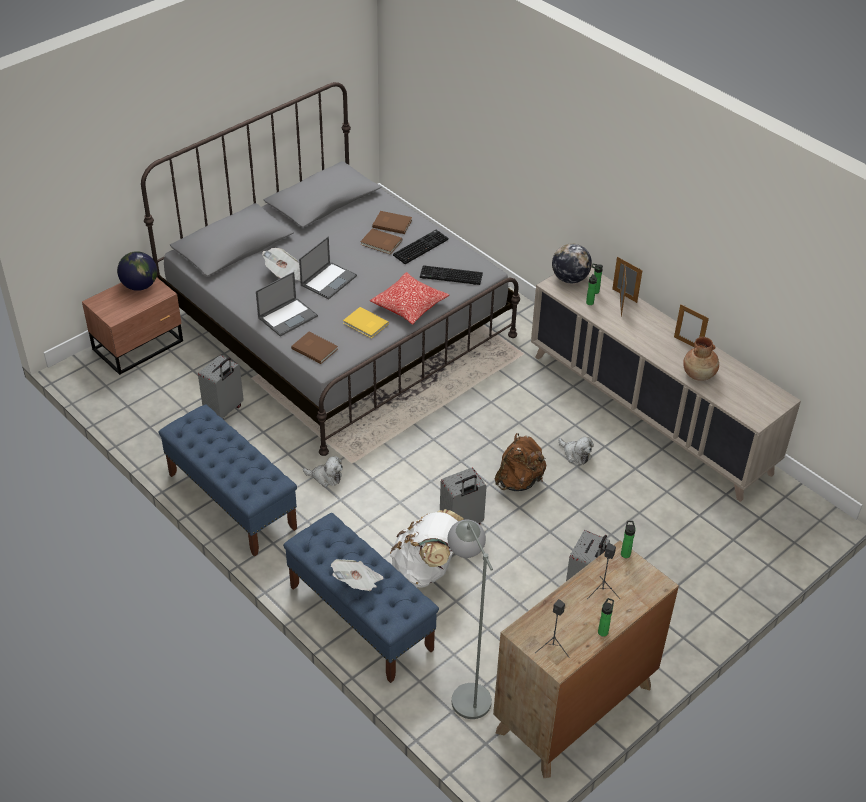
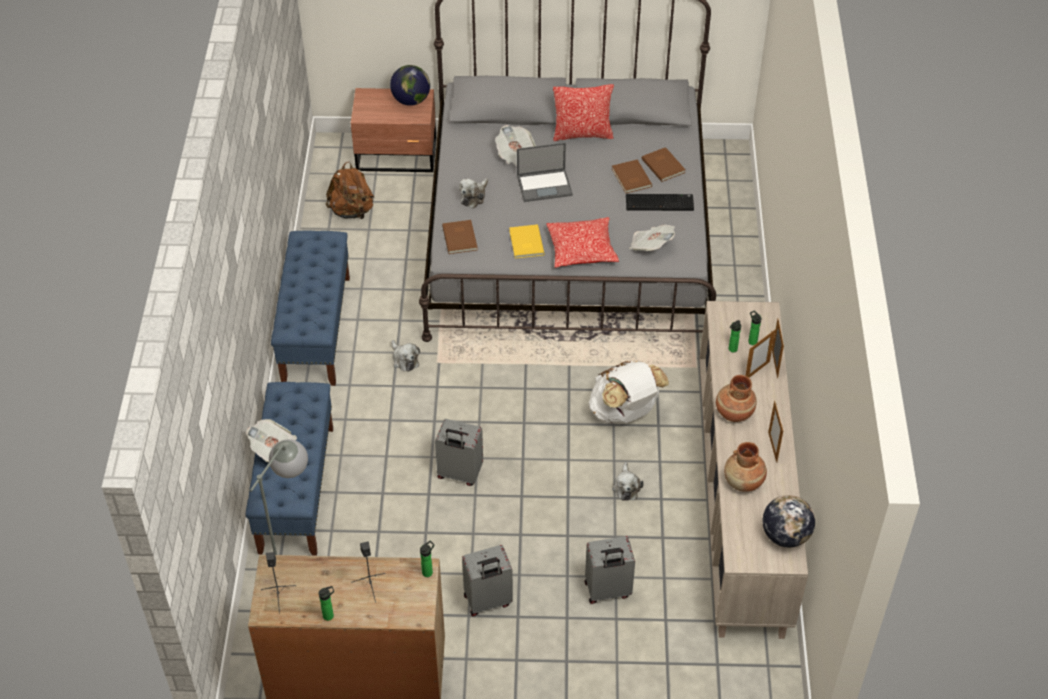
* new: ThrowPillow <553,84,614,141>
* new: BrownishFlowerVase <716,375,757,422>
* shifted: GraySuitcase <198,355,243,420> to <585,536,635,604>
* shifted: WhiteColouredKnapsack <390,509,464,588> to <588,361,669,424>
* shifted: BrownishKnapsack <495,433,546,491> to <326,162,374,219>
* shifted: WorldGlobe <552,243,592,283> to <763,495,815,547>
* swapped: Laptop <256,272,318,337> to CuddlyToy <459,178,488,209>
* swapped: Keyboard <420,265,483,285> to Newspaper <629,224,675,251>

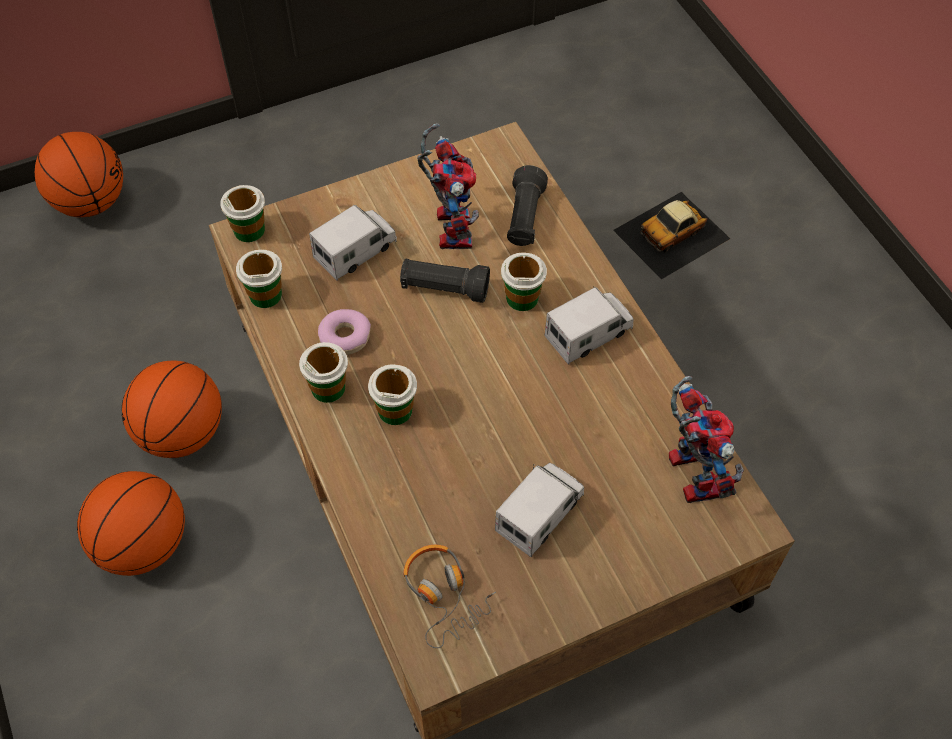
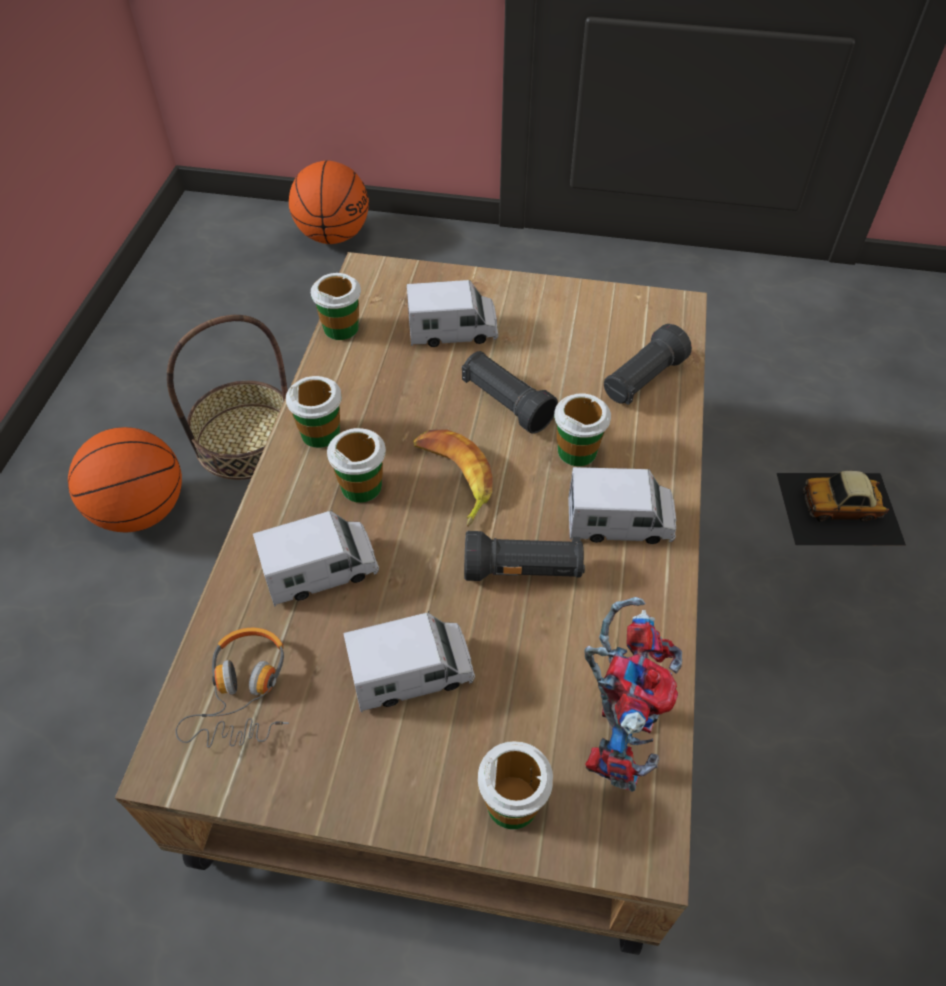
* gone: RingDoughnut <318,309,371,355>
* gone: ModelRobot <417,123,479,250>
* new: ModelTruck <253,510,379,606>
* new: Banana <413,429,493,527>
* new: BlackishFlashlight <464,531,585,581>
* shifted: DrinkingCup <220,185,265,242> to <478,741,553,829>
* swapped: BallForBasketball <122,361,222,458> to StorageBasket <167,315,288,480>

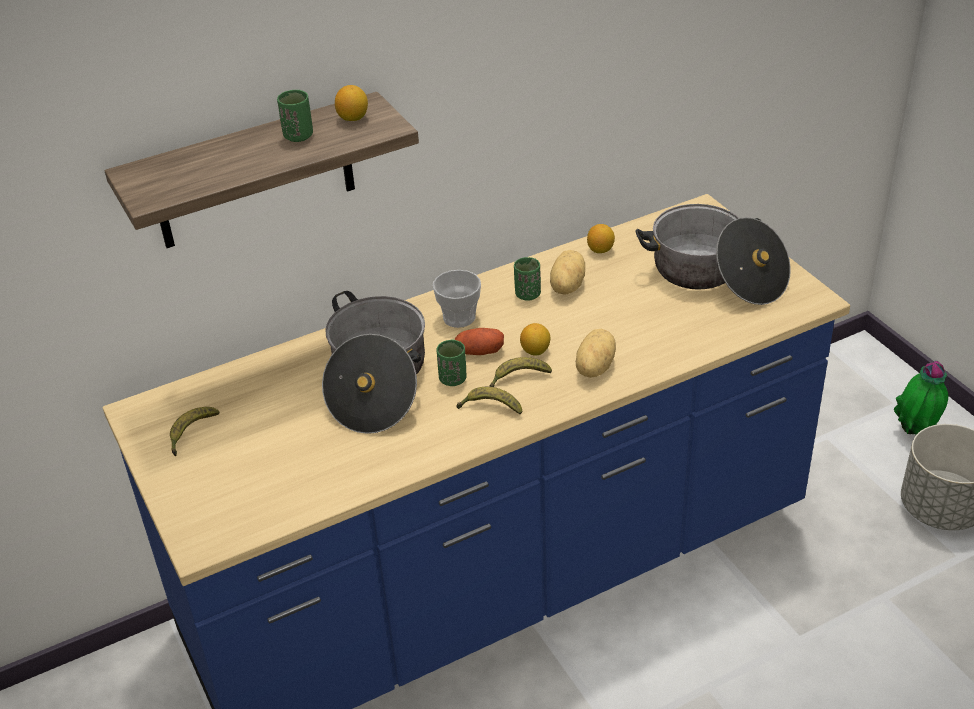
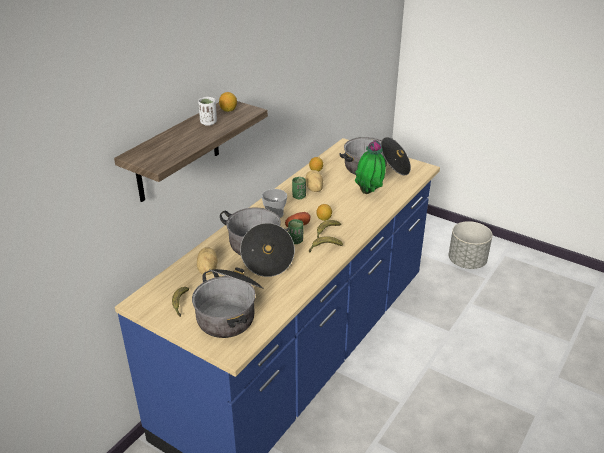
* new: Stockpot <192,267,264,338>
* shifted: Spud <576,329,616,378> to <197,248,218,275>
* shifted: PlantInAPot <894,361,948,435> to <355,140,386,194>
* repainted: GreenDrinkingCup <277,90,313,142> to WhiteColouredDrinkingCup <198,97,217,126>

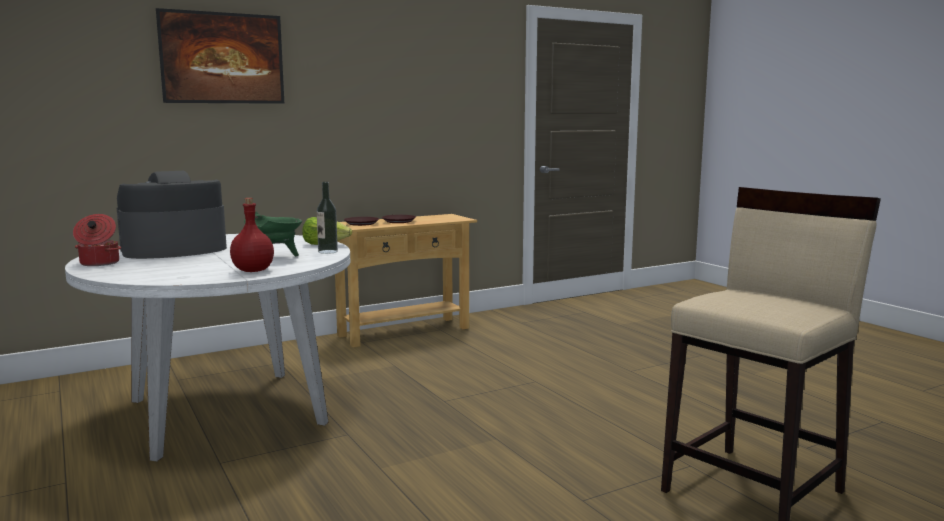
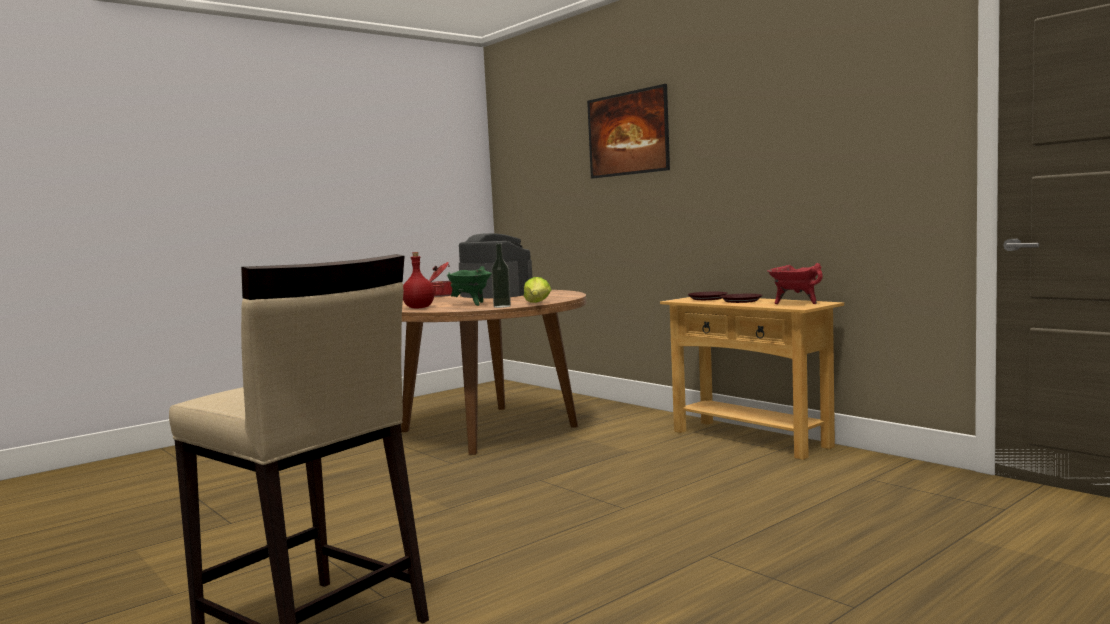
* new: ReddishStockpot <767,263,823,304>
* repainted: WhiteColouredKitchenTable <65,234,350,461> to BrownishKitchenTable <401,290,586,455>

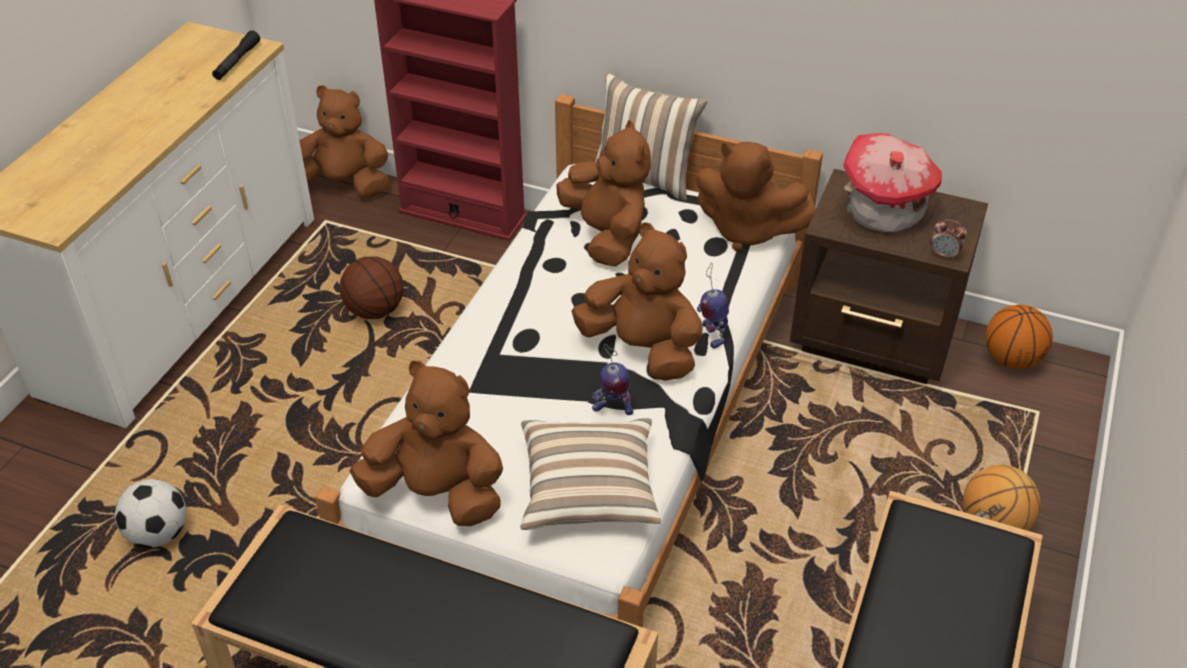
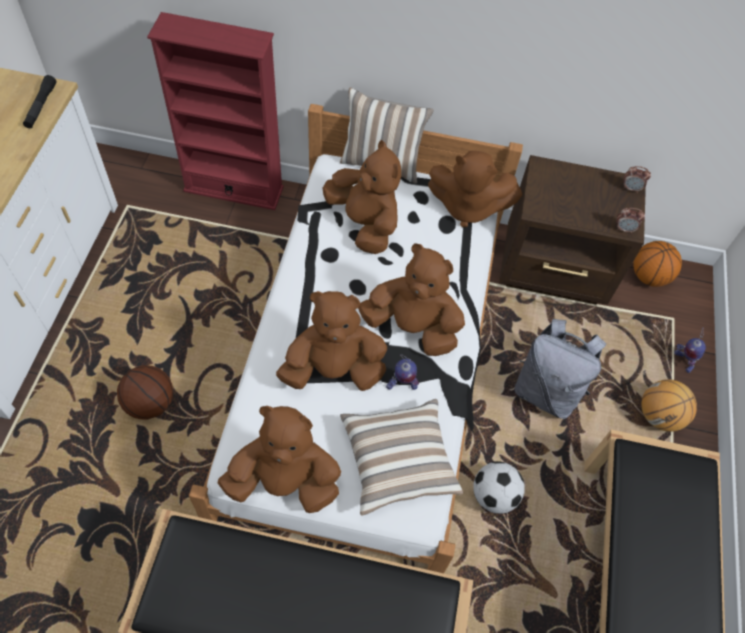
* gone: ModelHouse <843,133,942,232>
* new: GrayKnapsack <515,319,606,419>
* new: TableClock <623,166,651,193>
* shifted: Football <115,479,186,548> to <473,462,525,514>
* shifted: BrownishCuddlyToy <299,85,389,198> to <276,291,387,391>
* shifted: BallForBasketball <339,256,404,319> to <117,365,173,420>
* shifted: ModelRobot <697,262,729,348> to <674,327,706,373>

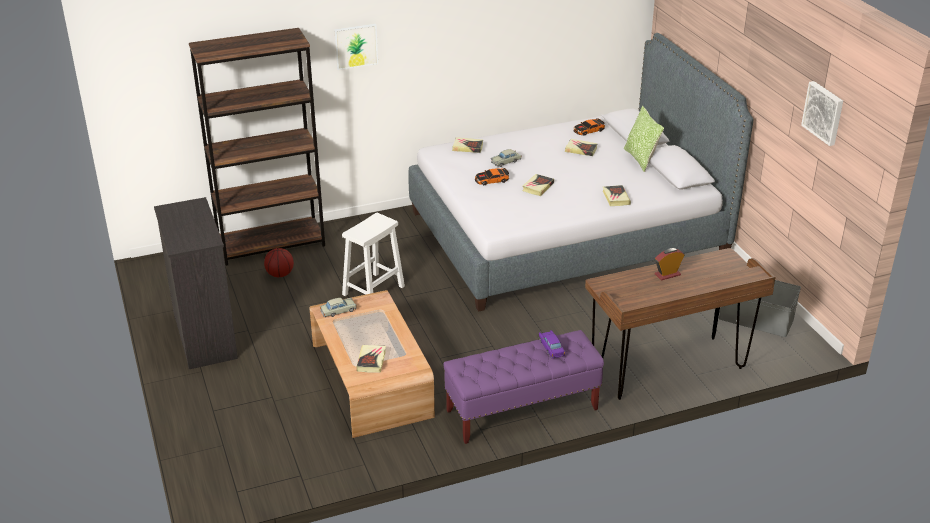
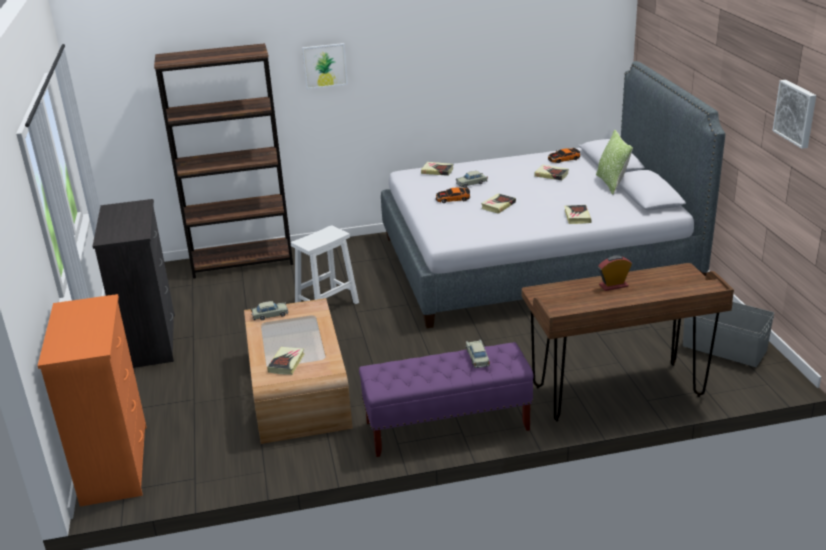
* gone: BallForBasketball <264,248,294,277>
* new: OrangeyDresser <38,294,147,507>
* repainted: PurplishToyCar <539,330,565,358> to BeigeColouredToyCar <466,340,490,368>

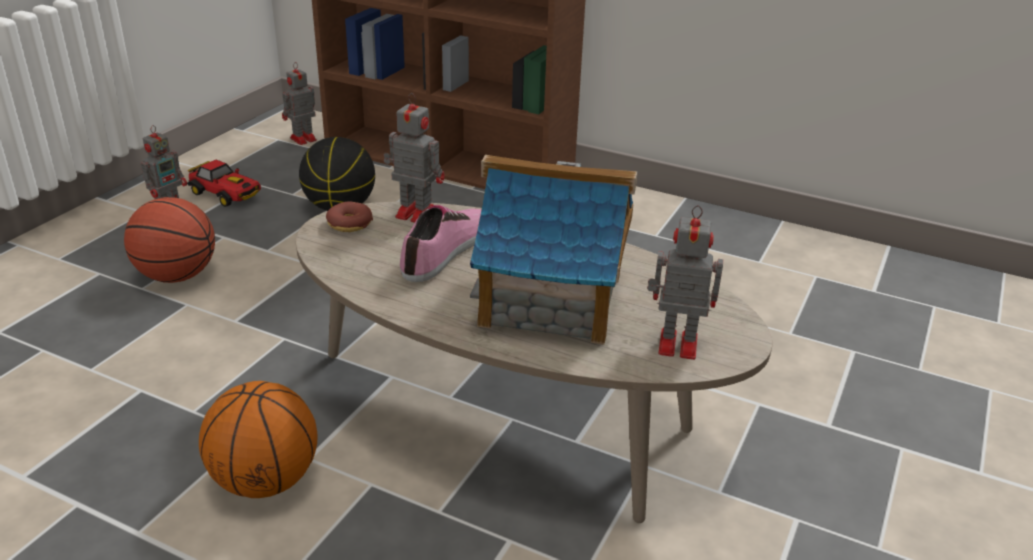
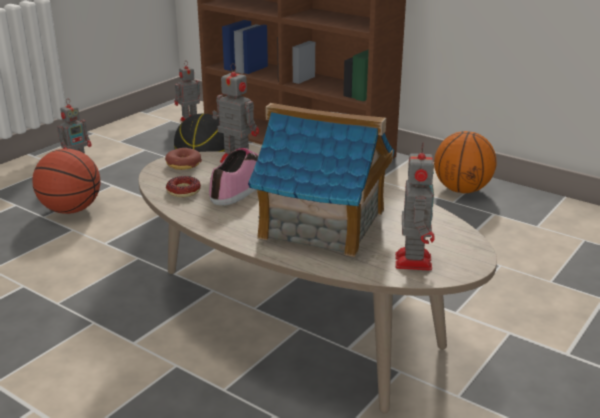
* gone: ToyCar <187,160,261,207>
* new: RingDoughnut <166,176,201,197>
* shifted: BallForBasketball <199,381,318,498> to <434,131,497,193>
* rotated: ModelRobot <647,205,723,360> = <395,142,435,271> 75 degrees clockwise

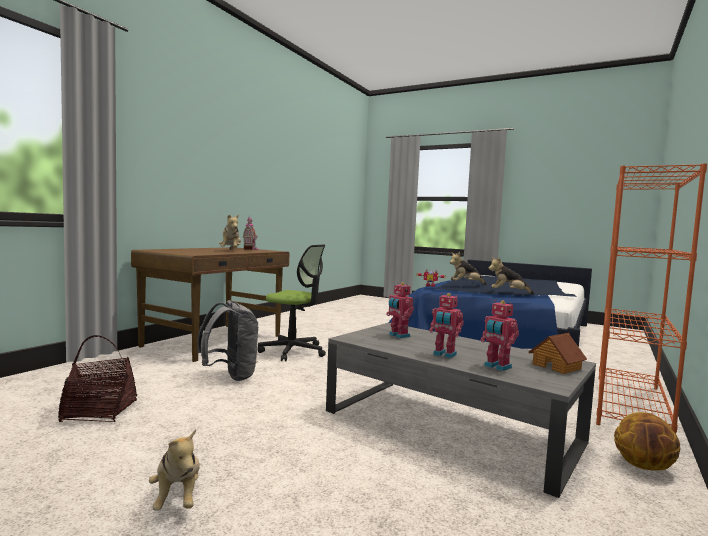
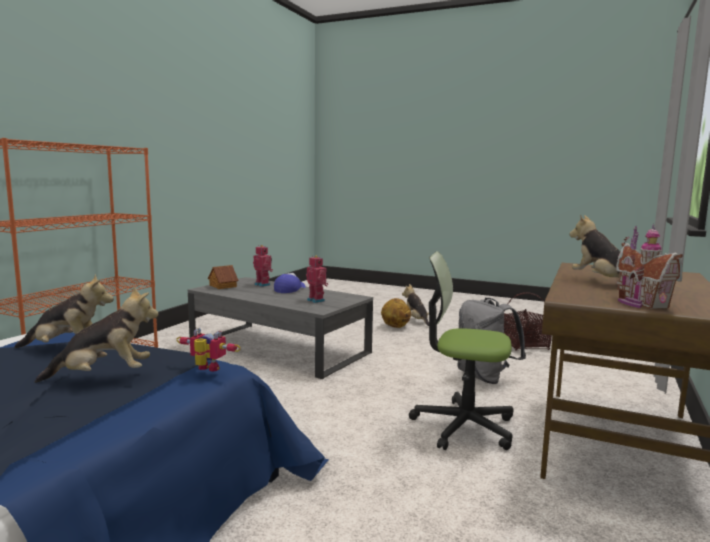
* shifted: BallForBasketball <614,412,680,471> to <381,298,411,328>
* swapped: ModelRobot <429,293,464,358> to Cap <274,273,306,293>

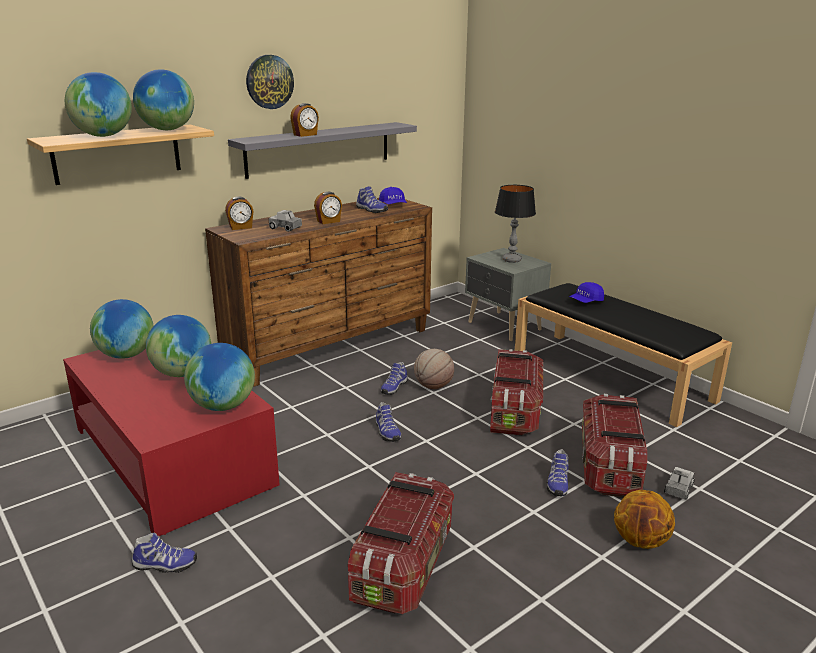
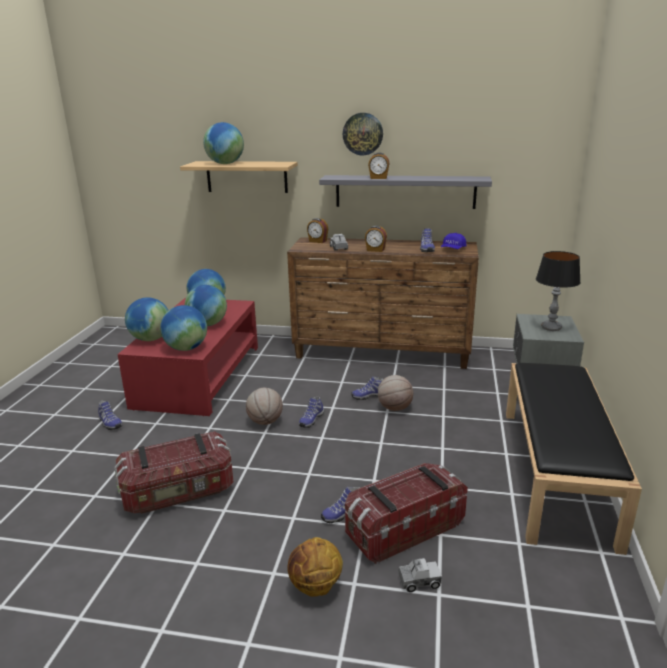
* gone: StorageBox <490,349,543,436>
* gone: BlueCap <569,282,604,303>
* new: BallForBasketball <246,388,283,425>
* shifted: WorldGlobe <133,69,194,130> to <125,297,169,341>

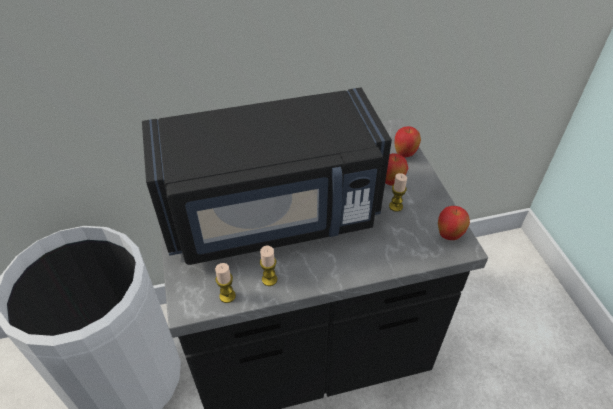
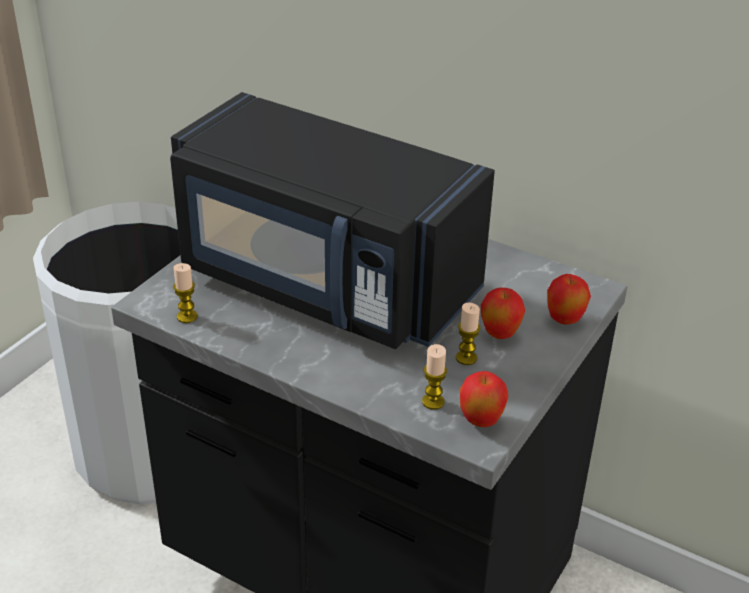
* shifted: Candle <260,245,277,286> to <422,344,447,410>

